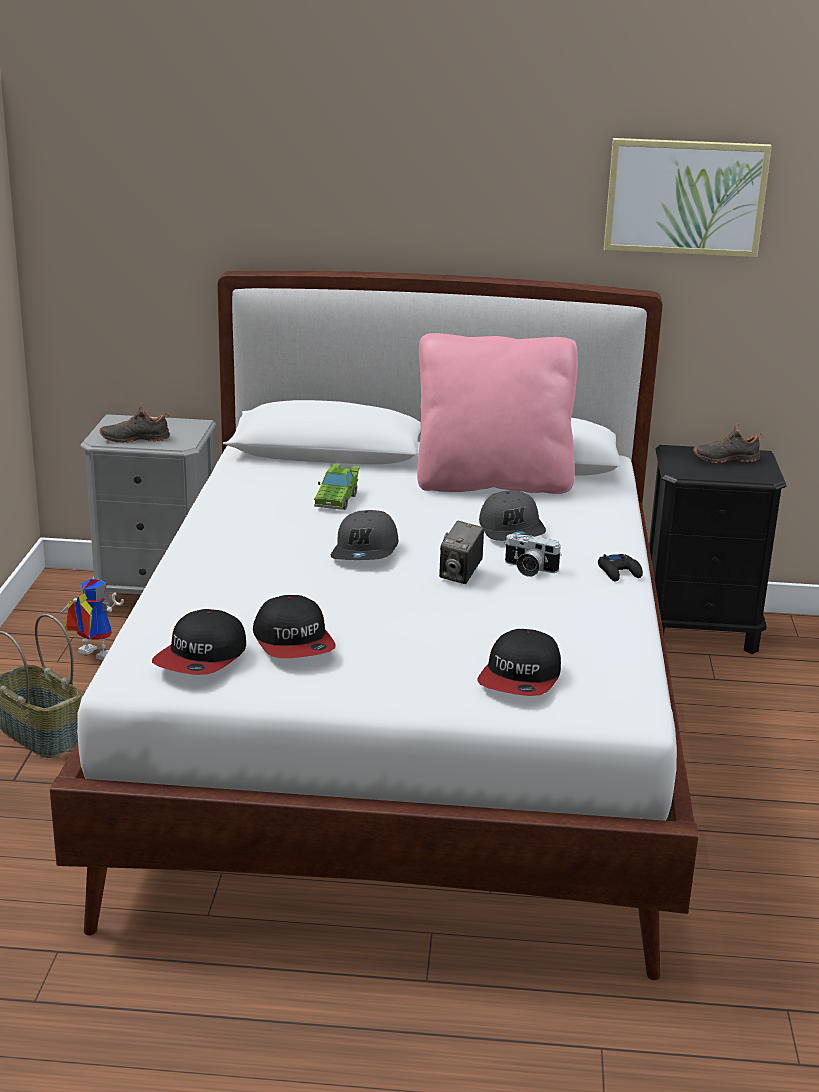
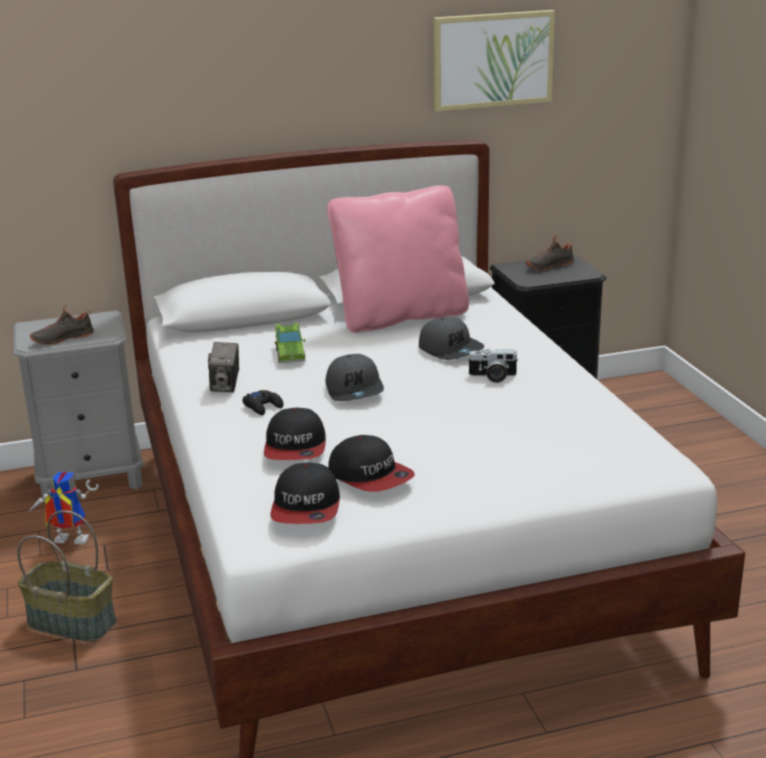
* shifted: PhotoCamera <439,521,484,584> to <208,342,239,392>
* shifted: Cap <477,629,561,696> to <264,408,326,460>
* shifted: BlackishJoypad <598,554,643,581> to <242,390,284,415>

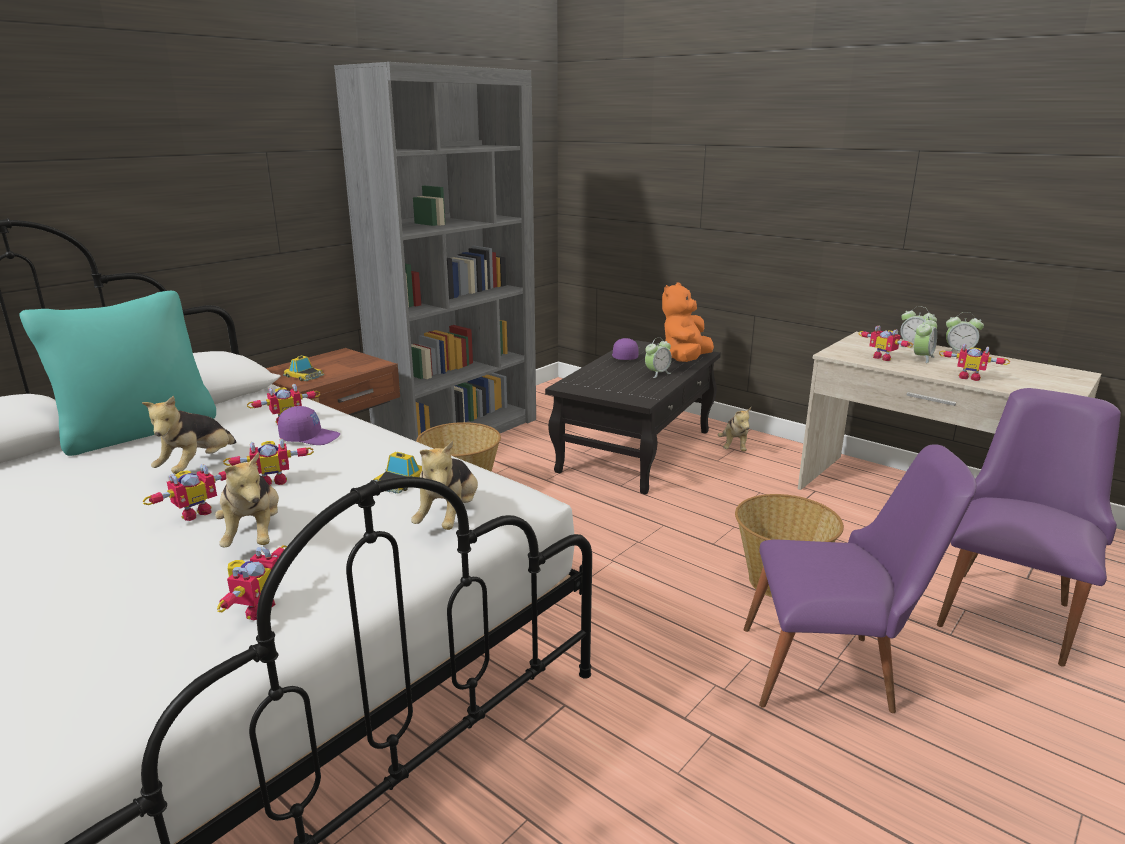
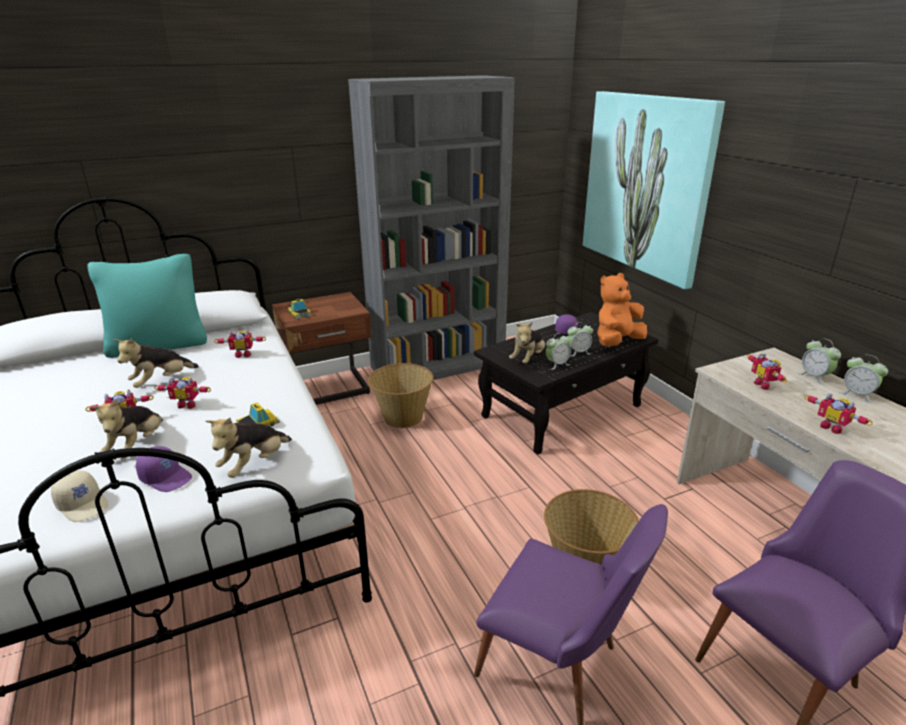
* new: Picture <583,91,725,289>
* shifted: PurplishCap <278,406,340,445> to <136,446,192,492>
* shifted: CuddlyToy <718,407,751,451> to <509,322,545,364>
* shifted: TableClock <914,316,937,363> to <546,333,571,370>
* swapped: ModelRobot <217,545,287,620> to BeigeColouredCap <51,470,109,522>

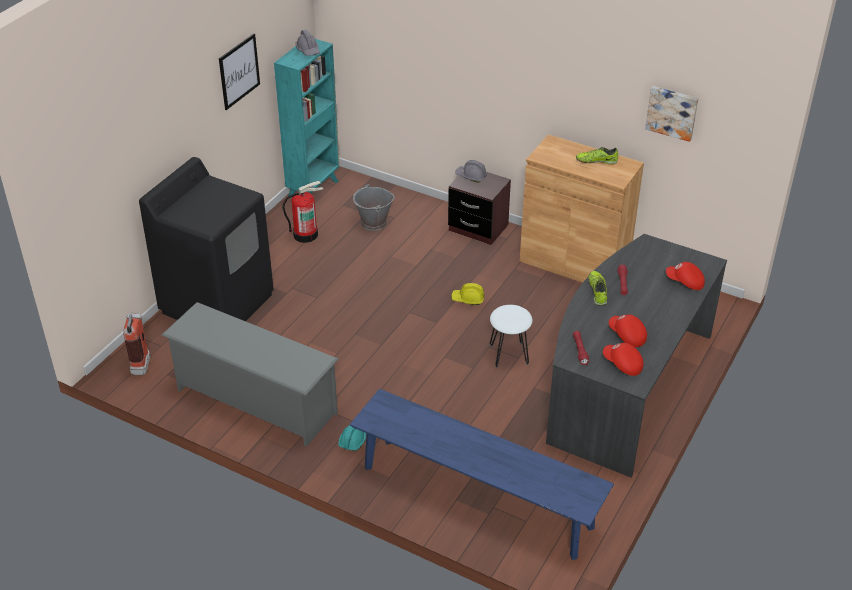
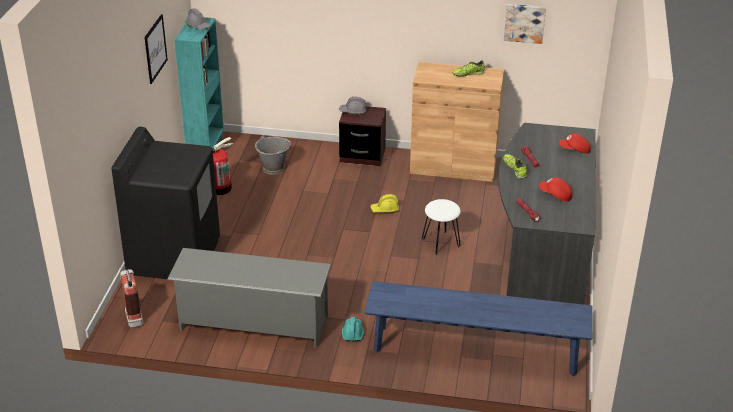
* gone: ReddishCap <603,343,643,376>

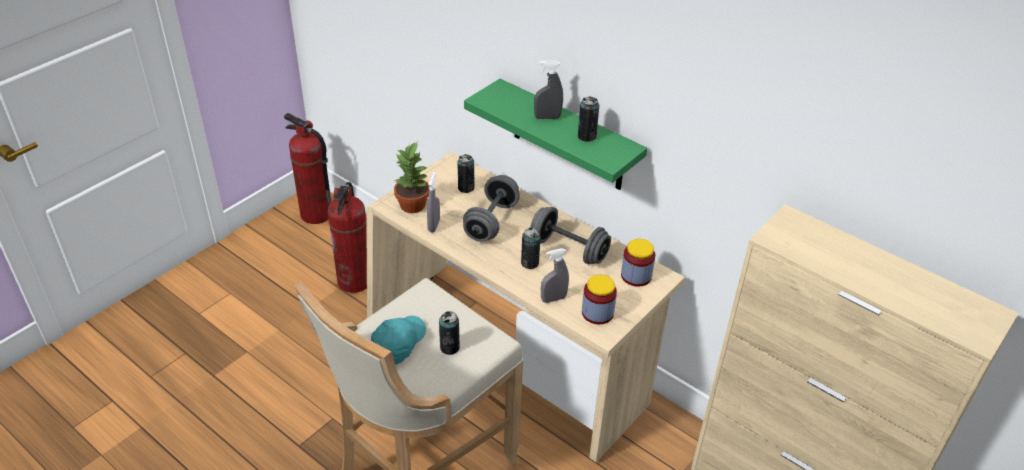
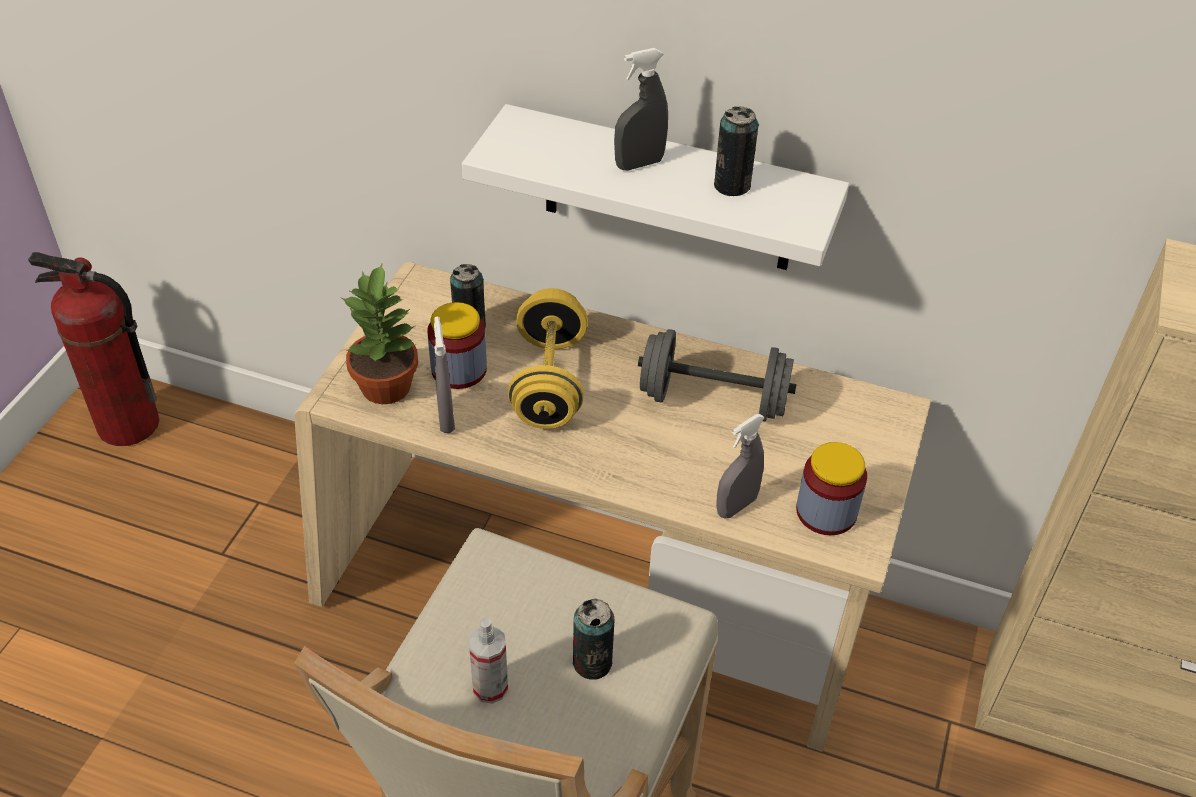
* gone: FireFightingCylinder <328,182,367,293>
* gone: MetalCan <521,228,541,269>
* shifted: PreserveJar <621,239,655,287> to <427,302,487,389>
* swapped: TurquoiseColouredCap <370,316,426,365> to SprayBottle <468,618,508,704>
* repainted: GrayFreeWeight <463,175,520,242> to YellowColouredFreeWeight <508,288,588,429>
* repainted: GreenWallShelf <464,79,647,190> to WhiteColouredWallShelf <462,104,849,270>

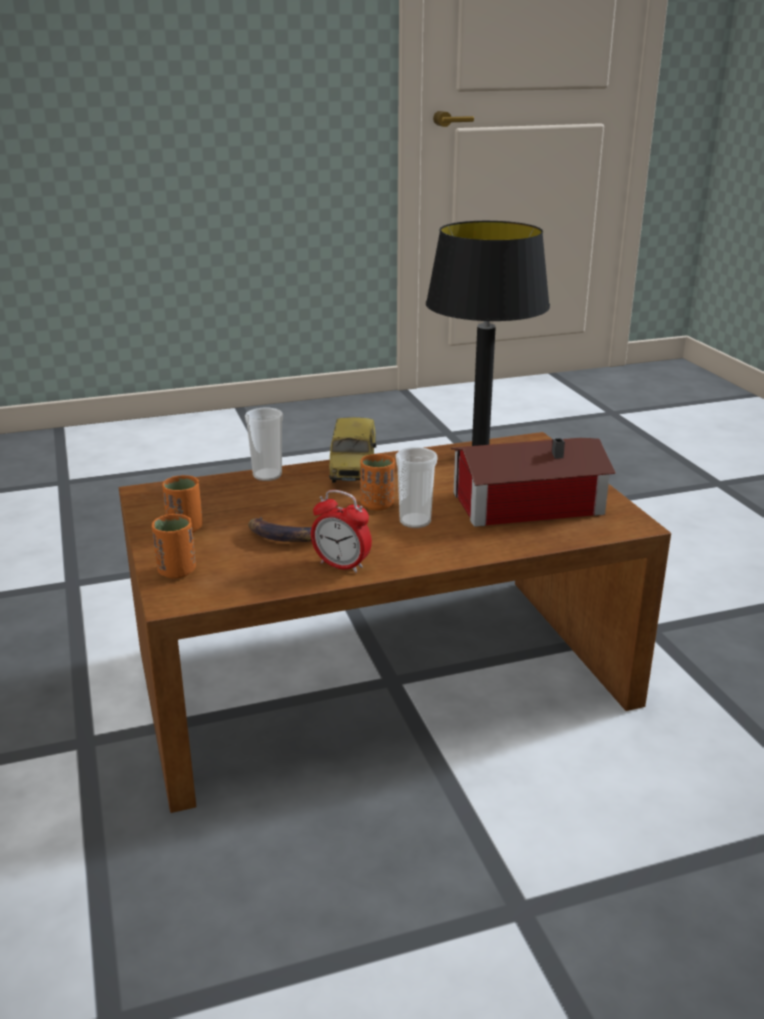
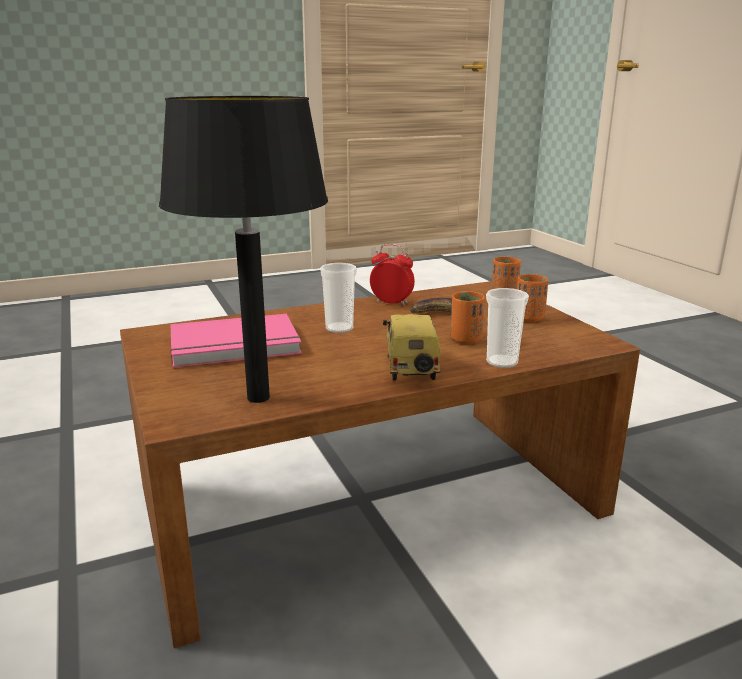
* shifted: OrangeyDrinkingCup <360,454,395,511> to <451,291,485,344>
* swapped: ModelHouse <451,438,616,527> to PinkBook <170,314,302,368>

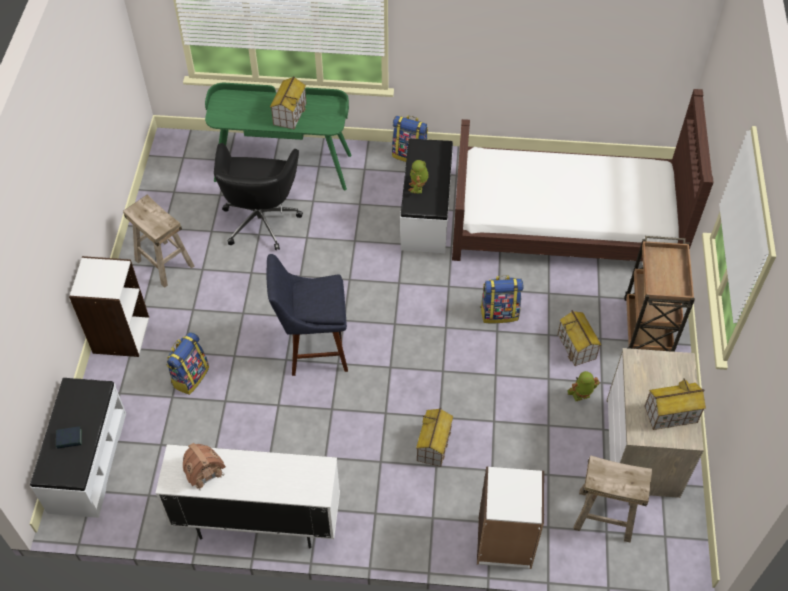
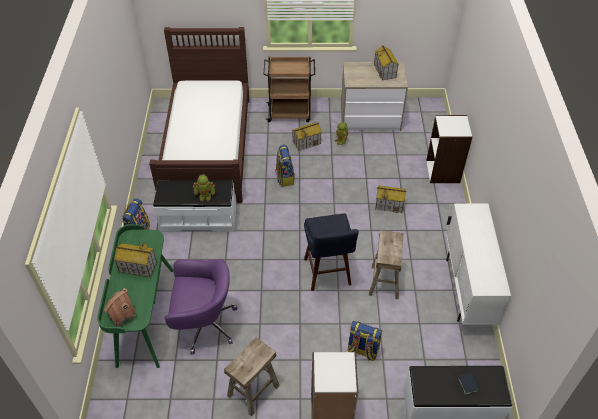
* shifted: ModelHouse <183,443,226,490> to <104,288,136,327>
* shifted: BeigeColouredStool <573,455,652,543> to <369,230,404,299>
* repainted: BlackishOfficeChair <214,143,303,250> to PurplishOfficeChair <165,259,238,354>

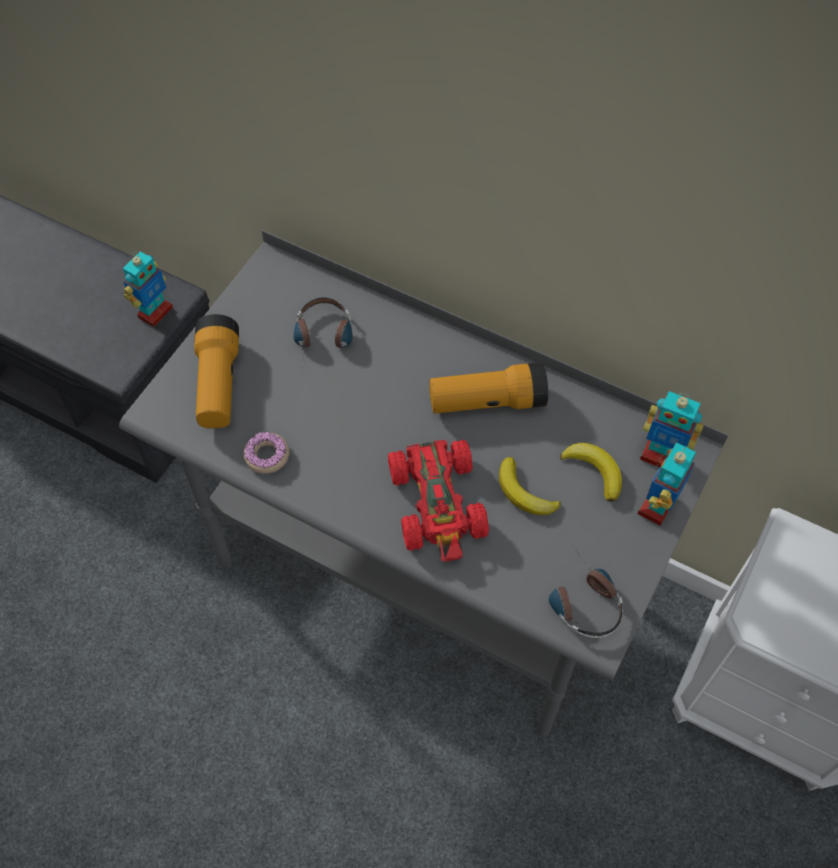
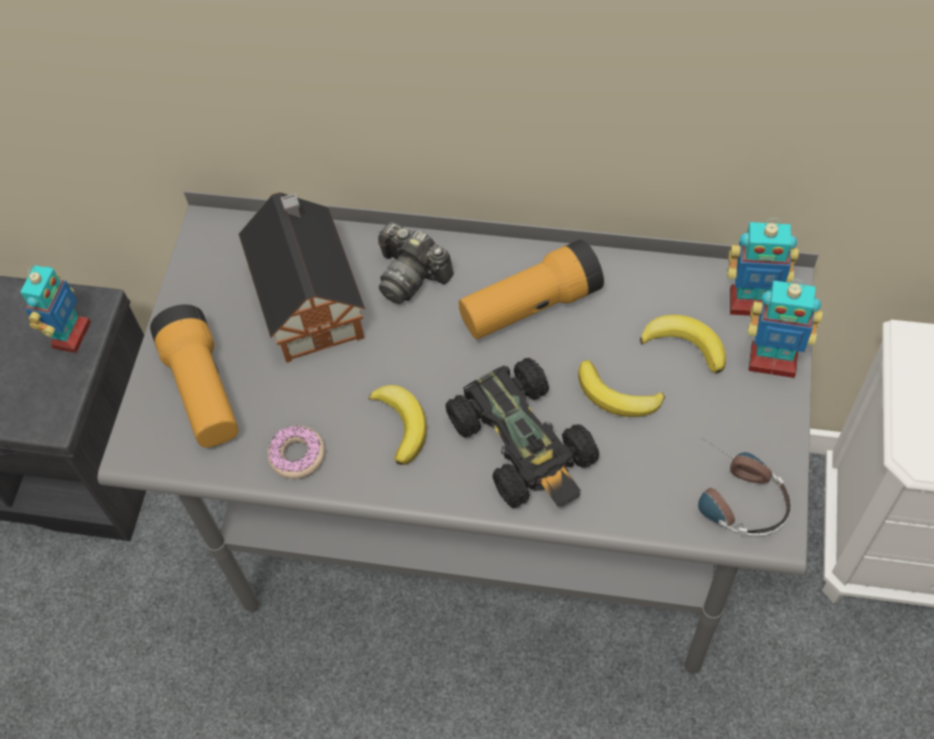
* new: Banana <369,385,427,465>
* new: PhotoCamera <378,222,454,304>
* swapped: Headphones <293,297,352,351> to ModelHouse <239,192,365,363>
* repainted: ReddishToyCar <388,440,489,562> to BlackishToyCar <446,358,599,508>
* rotated: ModelRobot <638,443,696,526> = <747,279,822,378> 90 degrees counterclockwise

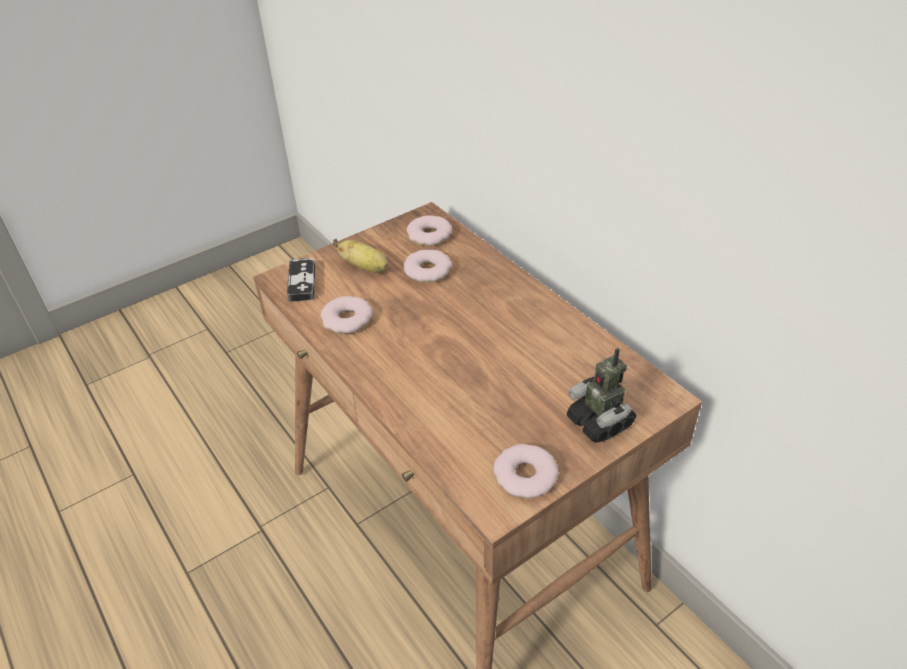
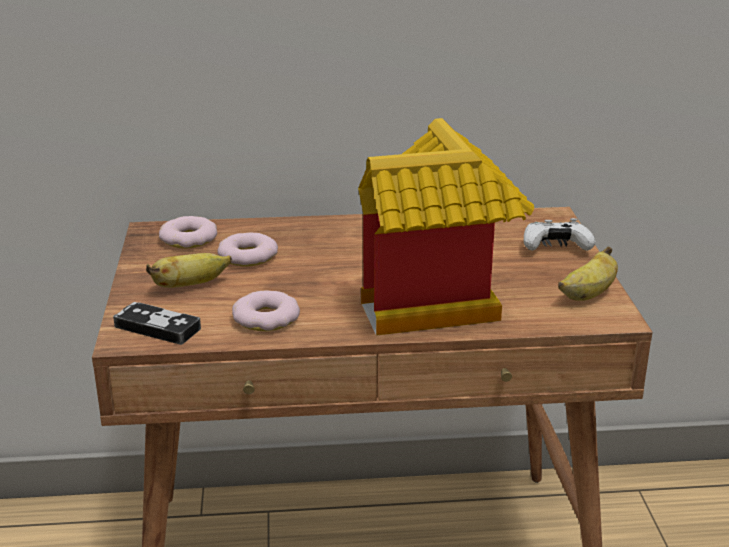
* new: ModelHouse <358,118,534,336>
* swapped: RingDoughnut <493,444,559,498> to Banana <558,246,618,301>
* swapped: ModelRobot <567,348,636,443> to WhiteColouredJoypad <524,218,595,251>

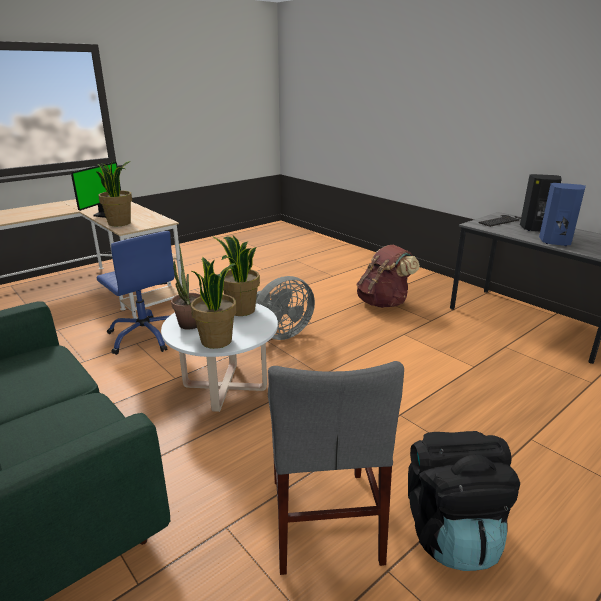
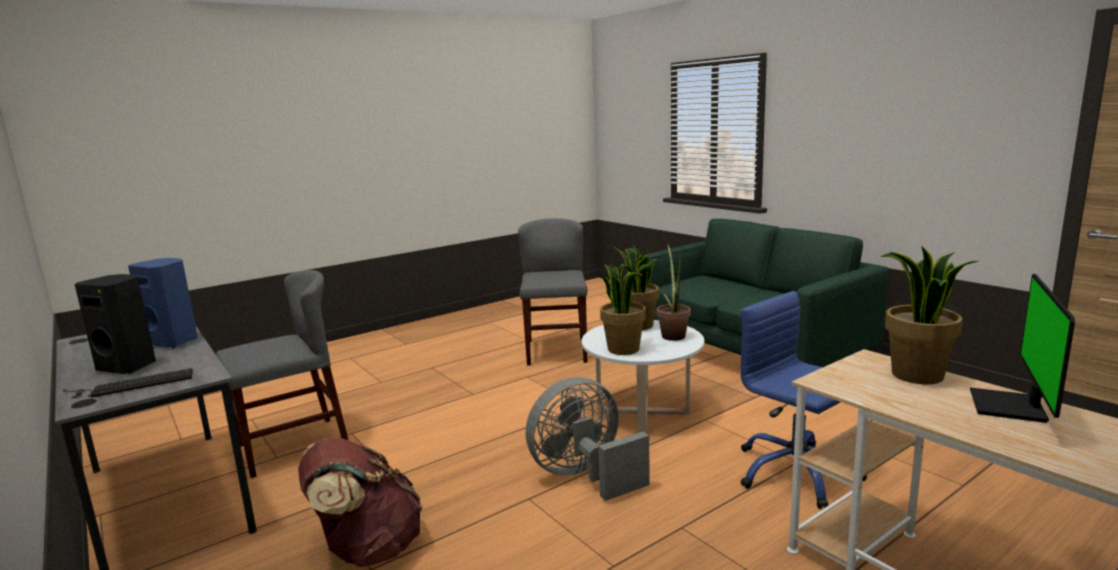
* gone: BlackishKnapsack <408,431,520,571>
* new: GrayPlainChair <216,270,348,478>

